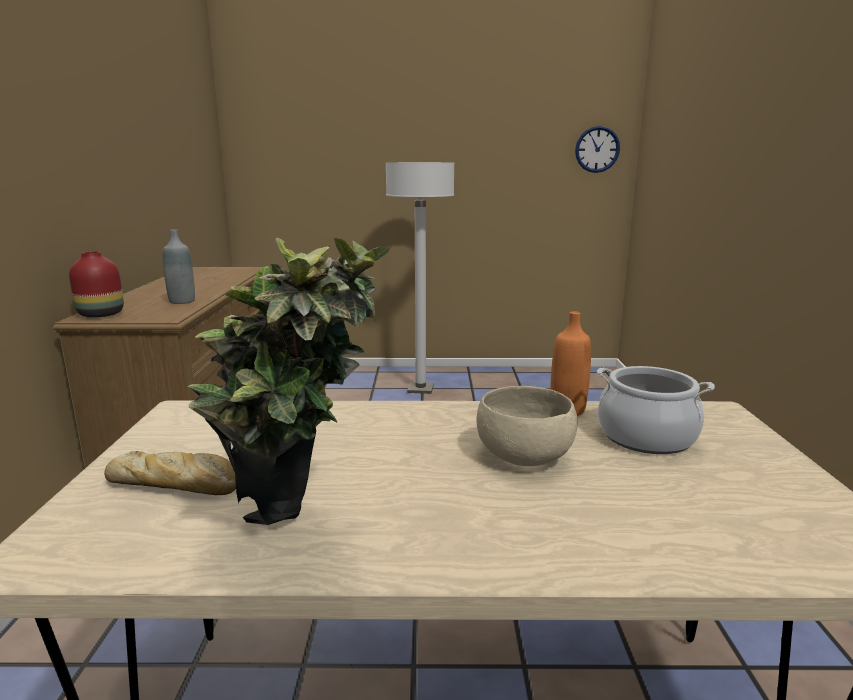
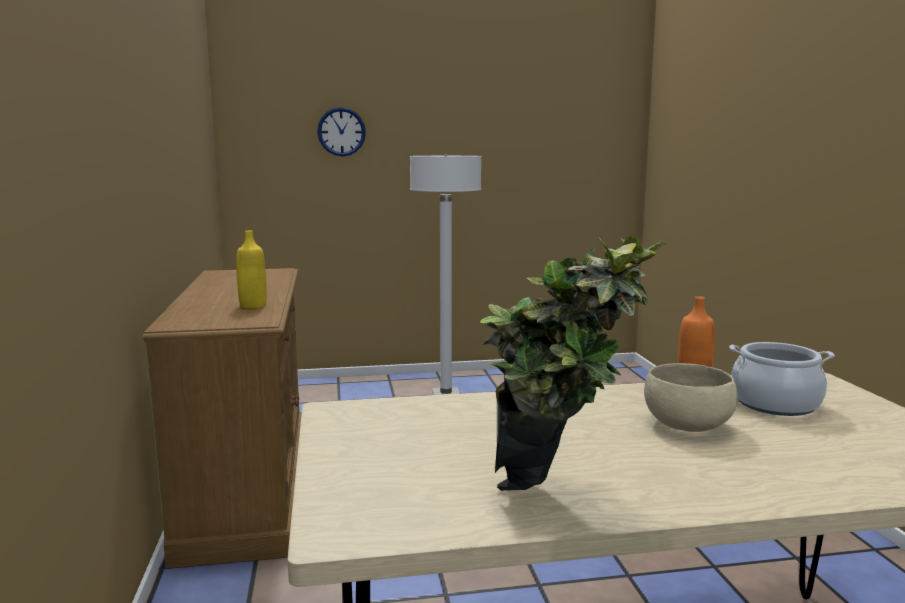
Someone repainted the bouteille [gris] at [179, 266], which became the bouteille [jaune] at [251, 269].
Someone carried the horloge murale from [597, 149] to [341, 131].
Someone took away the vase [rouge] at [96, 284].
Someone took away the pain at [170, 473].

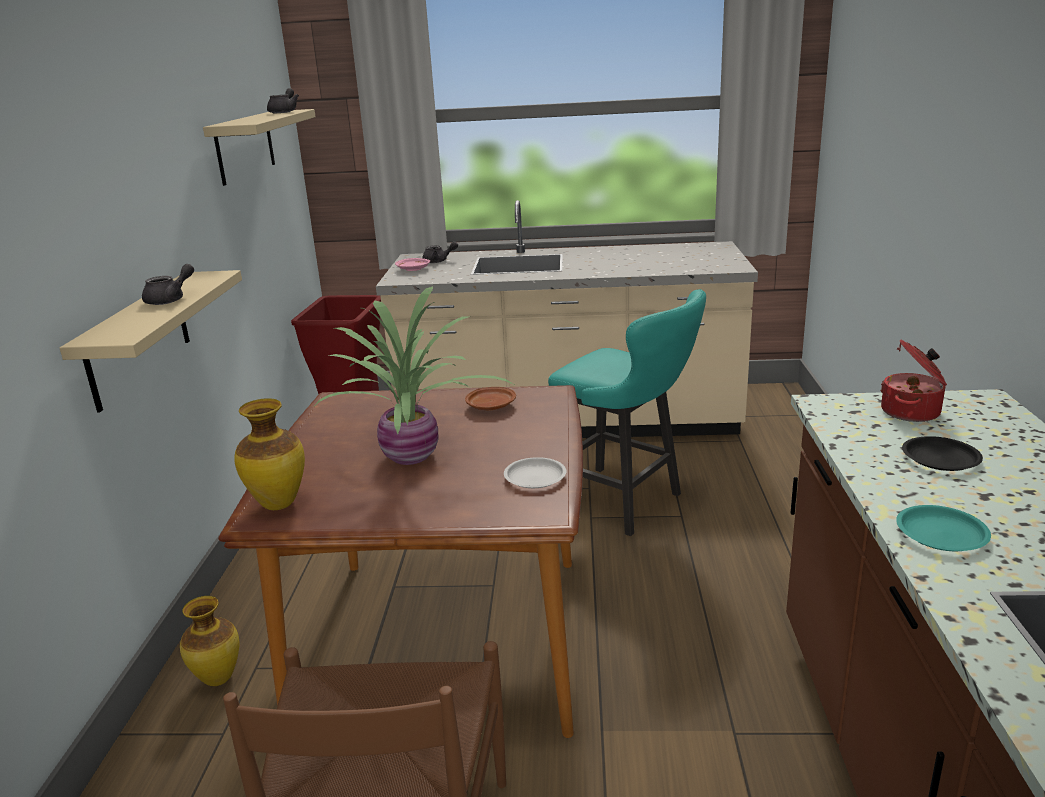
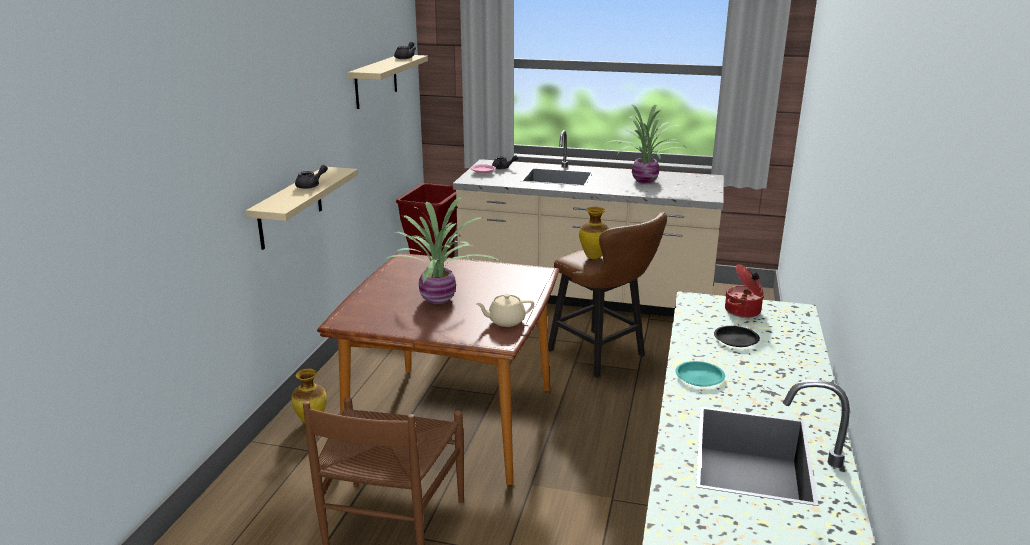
Someone swapped the assiette [blanc] at [535, 472] for the théière [beige] at [504, 310].
Someone repainted the tabouret [turquoise] at [627, 412], which became the tabouret [marron] at [607, 295].
Someone carried the vase from [269, 454] to [594, 233].
Someone put down the plante en pot at [647, 143].
Someone took away the assiette [marron] at [490, 398].

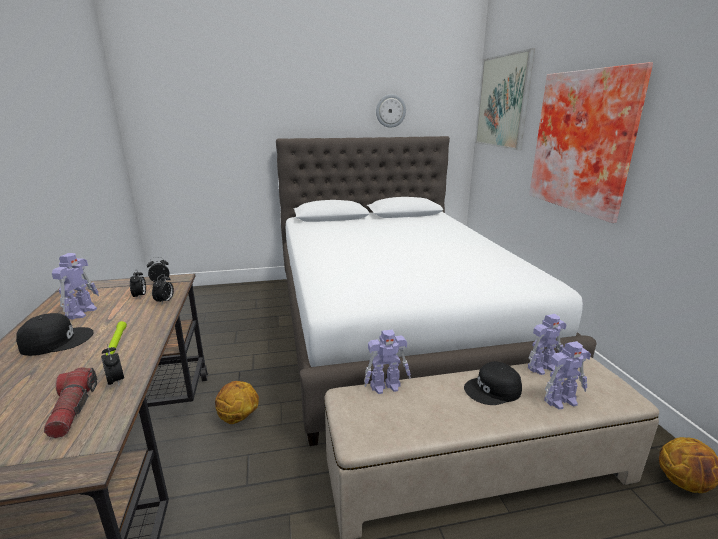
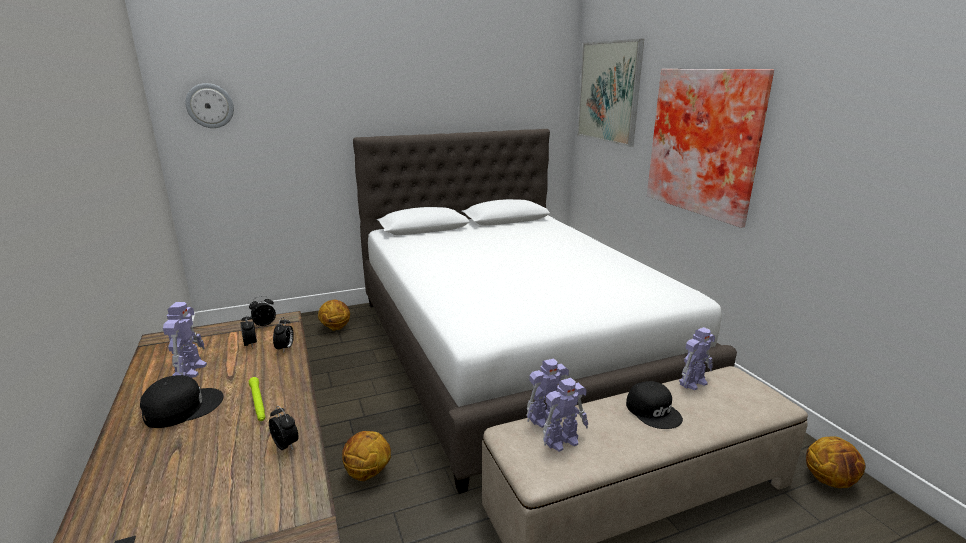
Someone carried the horloge murale from [391, 111] to [209, 105].
Someone put down the ballon de basket at [334, 315].
Someone carried the robot jouet from [567, 375] to [565, 415].
Someone rotated the casquette [noir] at [493, 383] by 90 degrees counterclockwise.
Someone took away the lampe de poche at [70, 402].

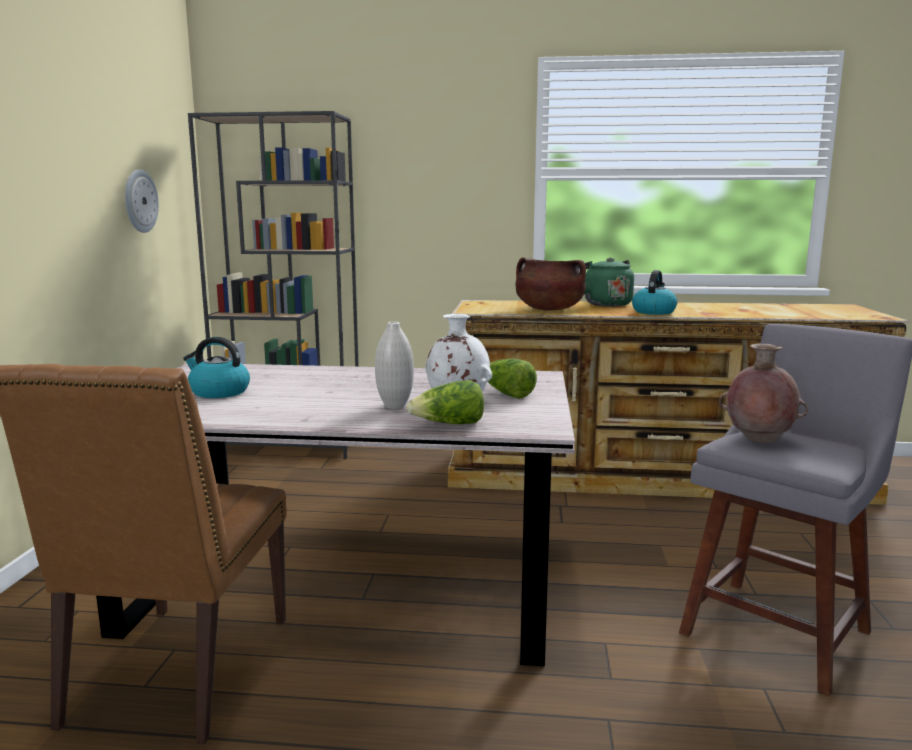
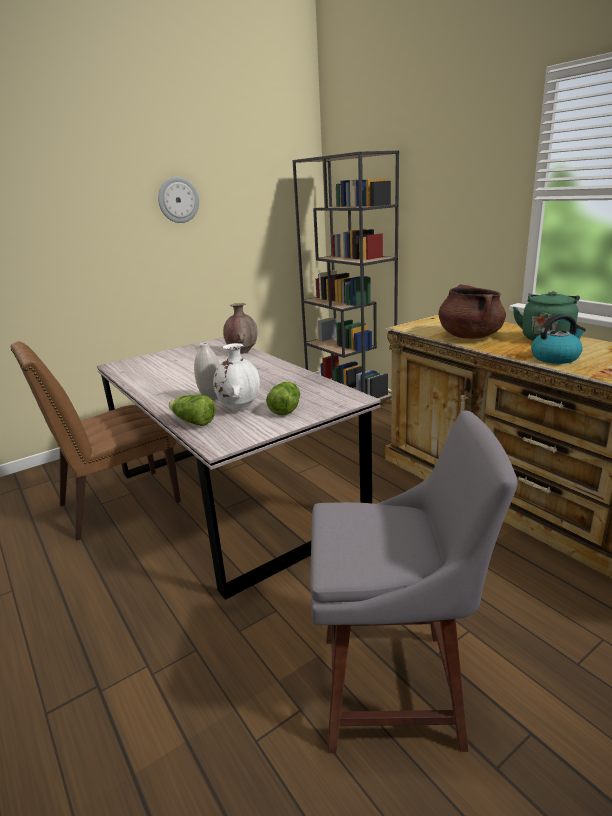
Someone carried the horloge murale from [142, 201] to [178, 200].
Someone carried the vase [marron] from [763, 393] to [240, 328].
Someone took away the bouilloire at [216, 367].

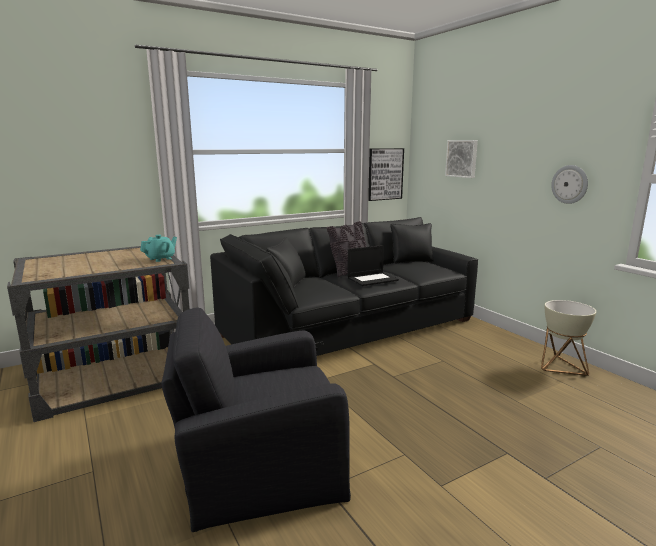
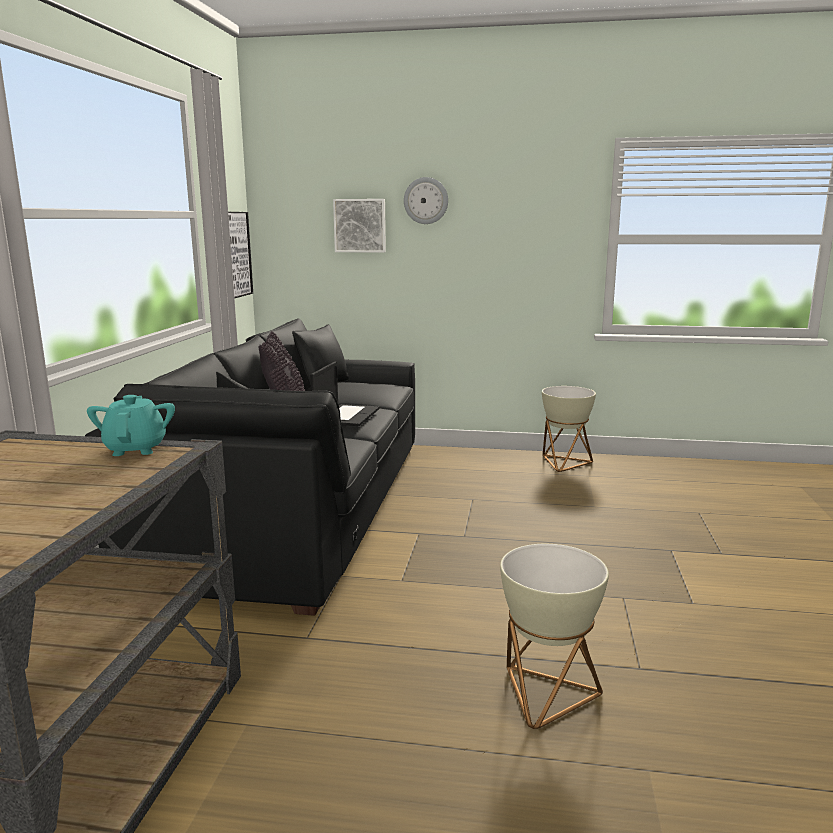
Someone carried the horloge murale from [569, 184] to [426, 200].
Someone swapped the fauteuil [noir] at [256, 420] for the cache-pot at [554, 636].

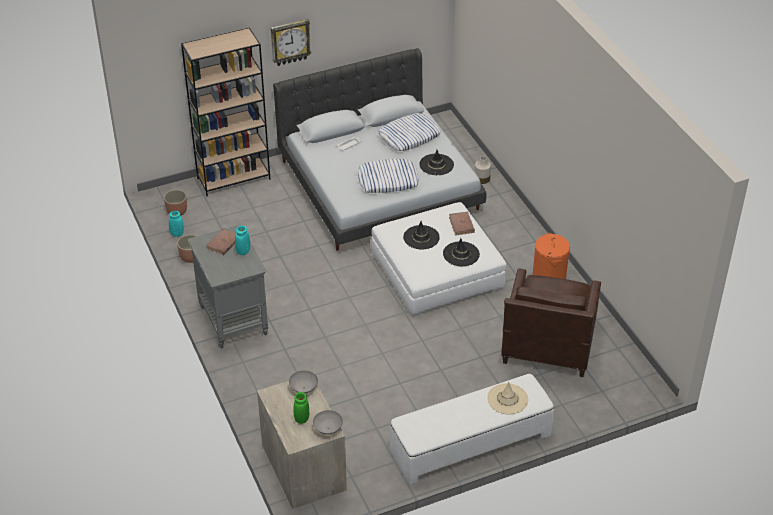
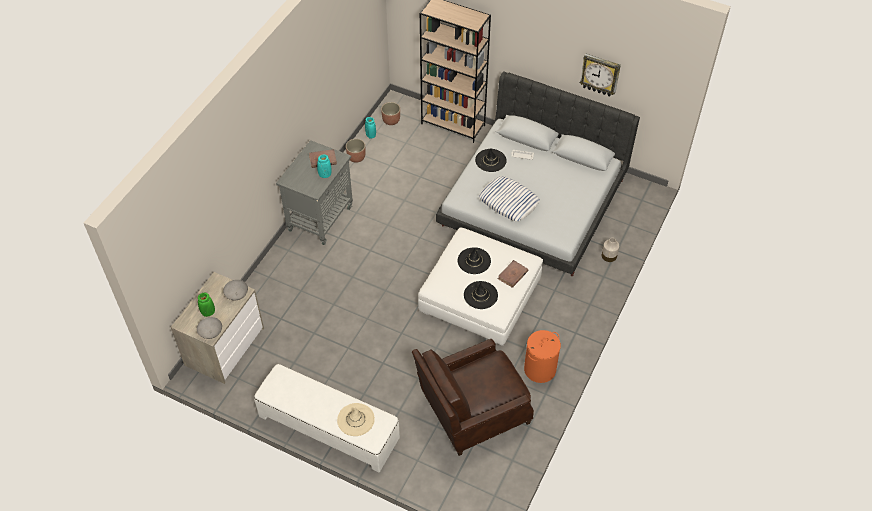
Someone carried the chapeau [noir] from [437, 162] to [491, 160].
Someone carried the horloge murale from [291, 42] to [600, 75].
Someone took away the coussin at [409, 132].

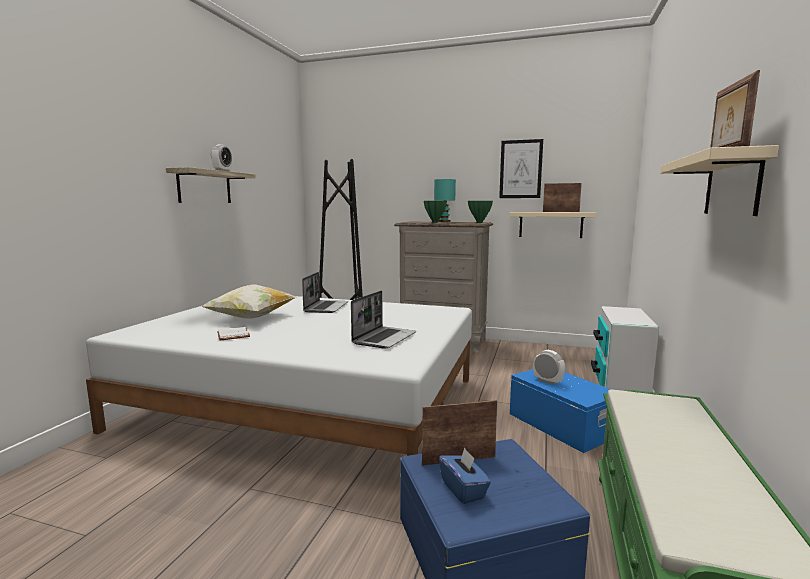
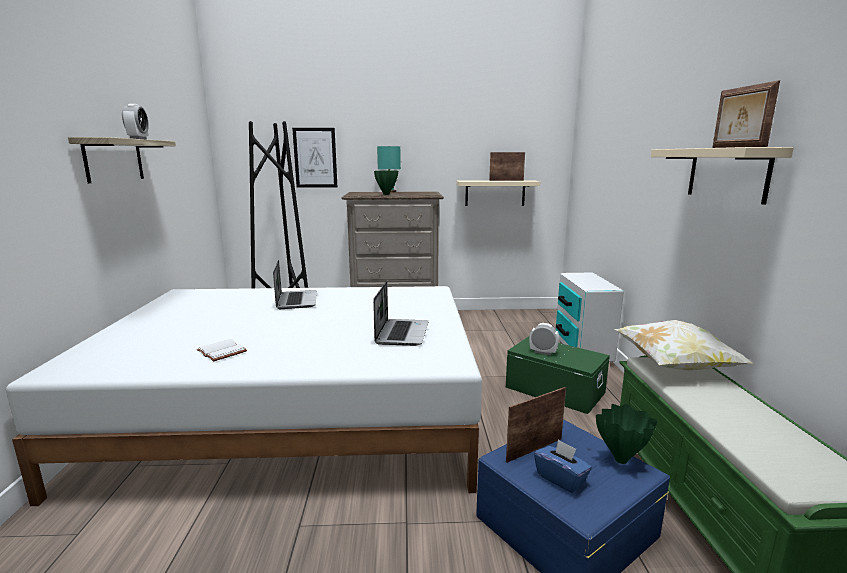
Someone carried the tableau from [521, 168] to [314, 158].
Someone repainted the boîte de rangement [bleu] at [560, 411], which became the boîte de rangement [vert] at [558, 375].
Someone carried the vase [vert] from [480, 212] to [627, 434].
Someone carried the coussin from [248, 302] to [684, 345].

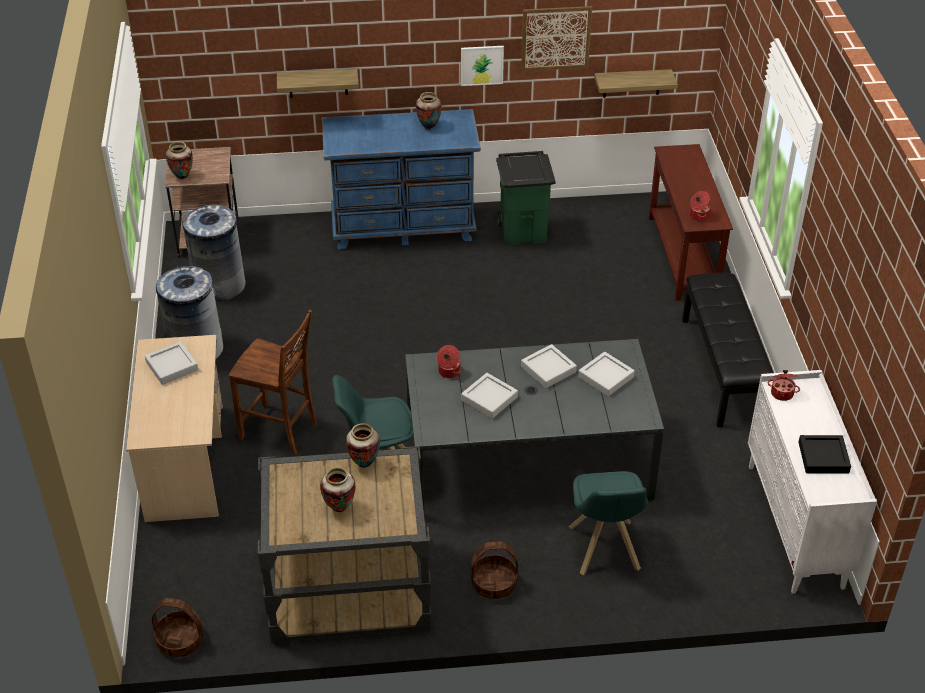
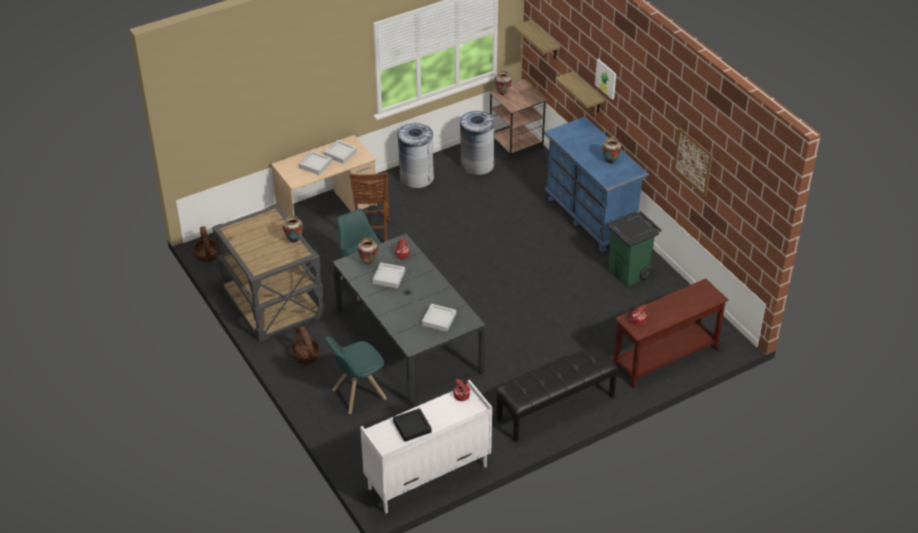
Someone carried the plateau [gris] from [549, 366] to [315, 163].
Someone carried the vase from [337, 489] to [368, 251].
Someone carried the étagère from [636, 83] to [537, 39].
Someone carried the tableau from [482, 66] to [605, 79].

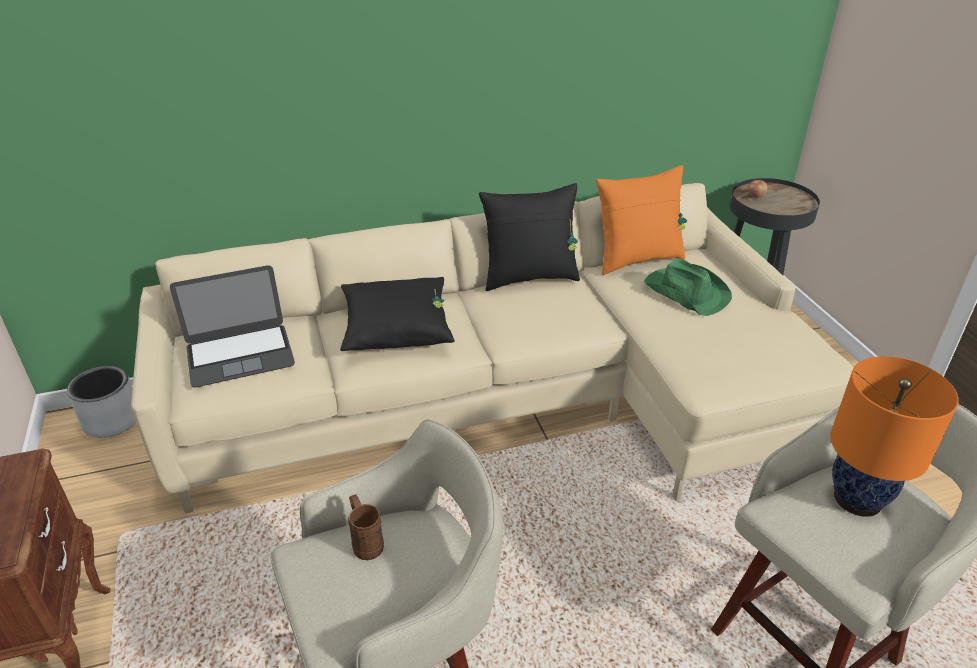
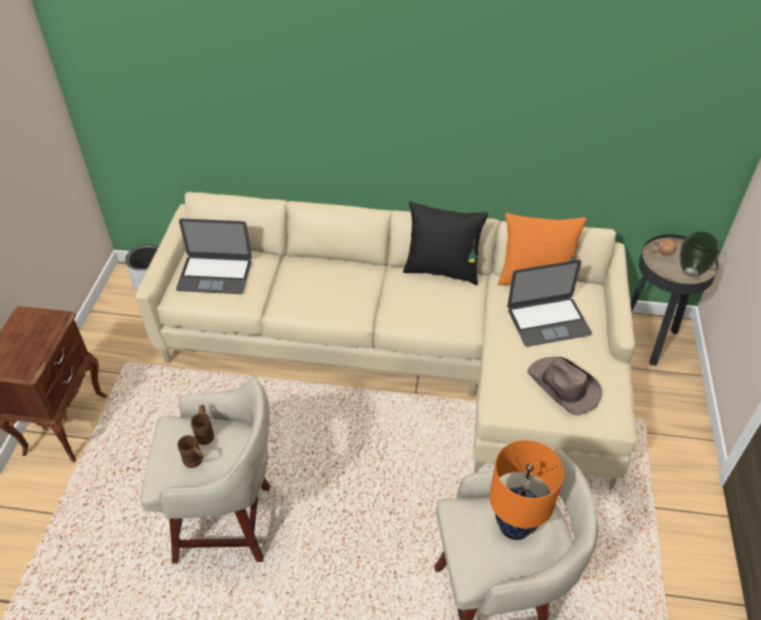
Someone put down the mug [marron] at [191, 451].
Someone swapped the chapeau [vert] at [688, 287] for the ordinateur portable at [549, 303].
Someone put down the chapeau [marron] at [564, 386].
Someone put down the vase at [699, 254].
Someone took away the coussin [noir] at [397, 314].

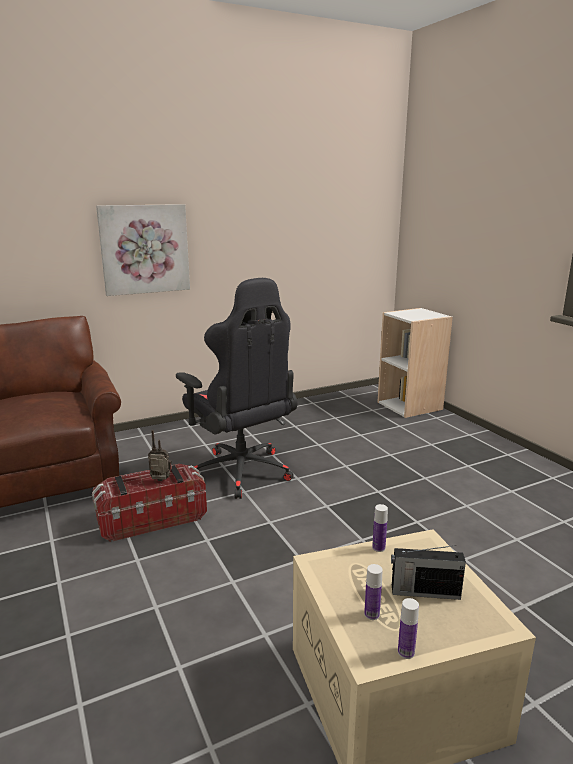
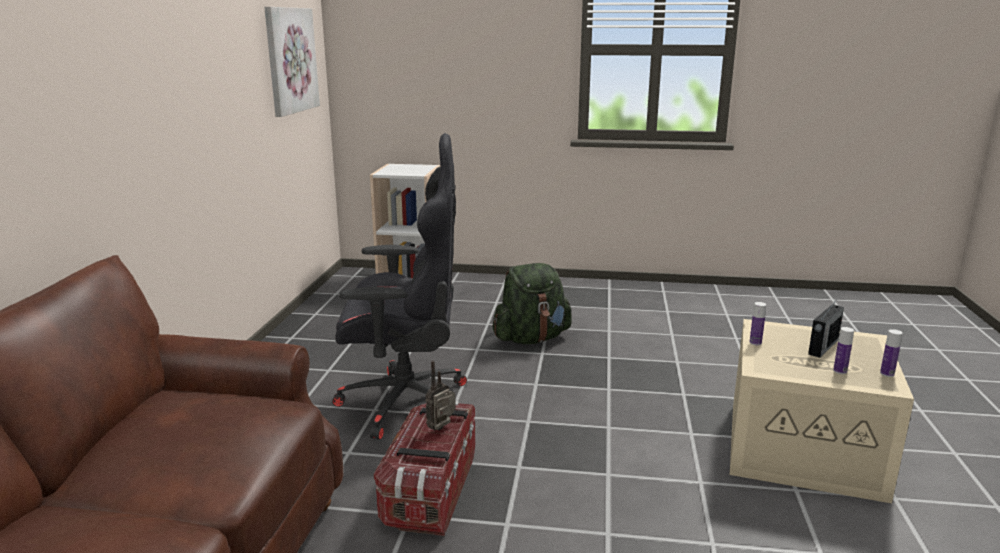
Someone carried the tableau from [143, 250] to [292, 62].
Someone put down the sac à dos [vert] at [532, 303].

